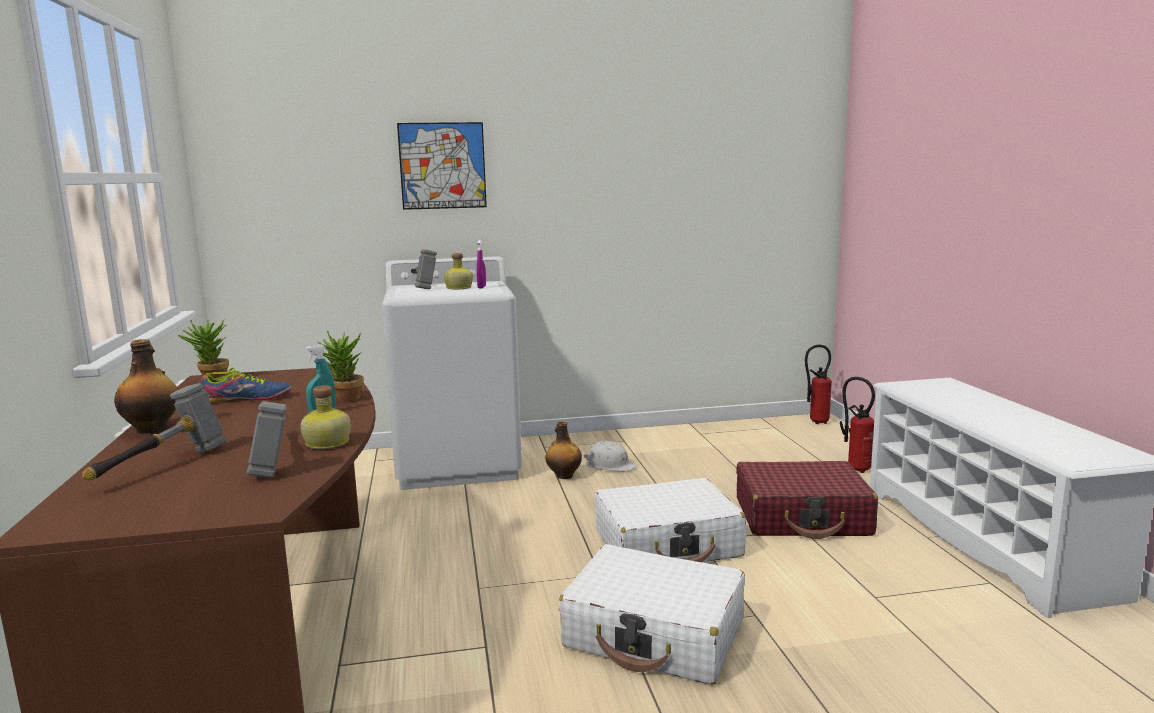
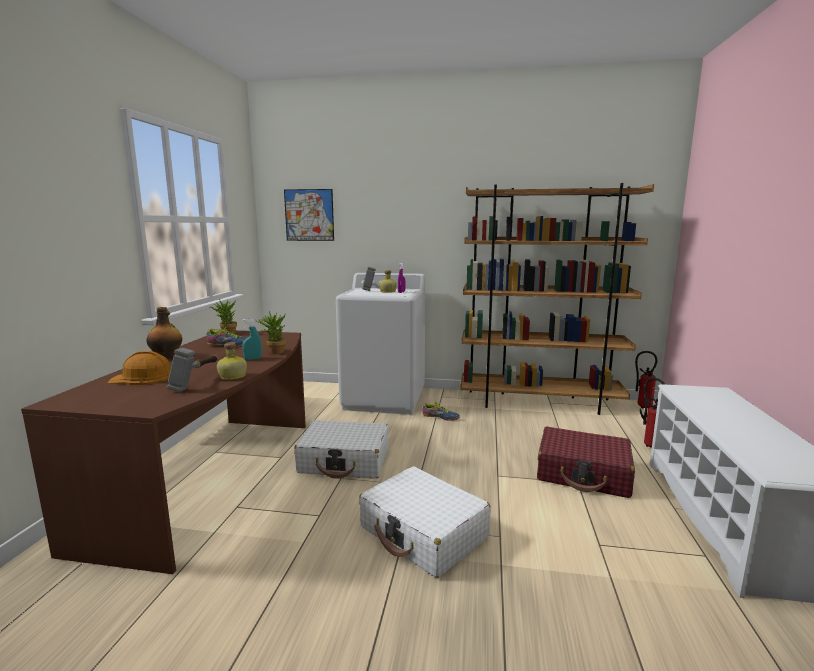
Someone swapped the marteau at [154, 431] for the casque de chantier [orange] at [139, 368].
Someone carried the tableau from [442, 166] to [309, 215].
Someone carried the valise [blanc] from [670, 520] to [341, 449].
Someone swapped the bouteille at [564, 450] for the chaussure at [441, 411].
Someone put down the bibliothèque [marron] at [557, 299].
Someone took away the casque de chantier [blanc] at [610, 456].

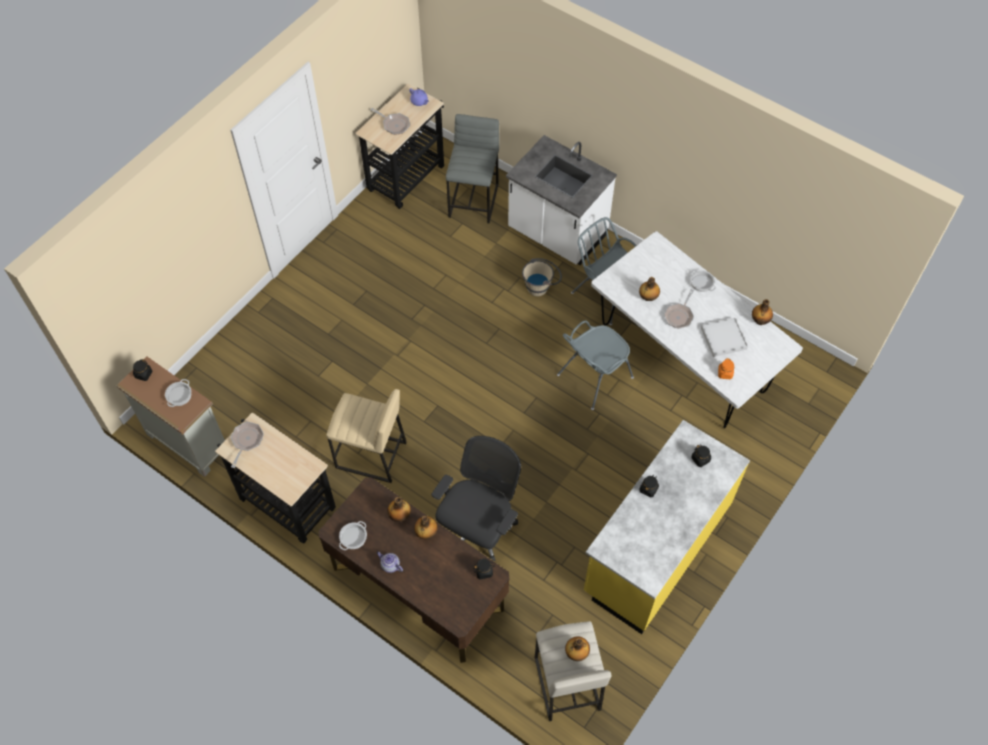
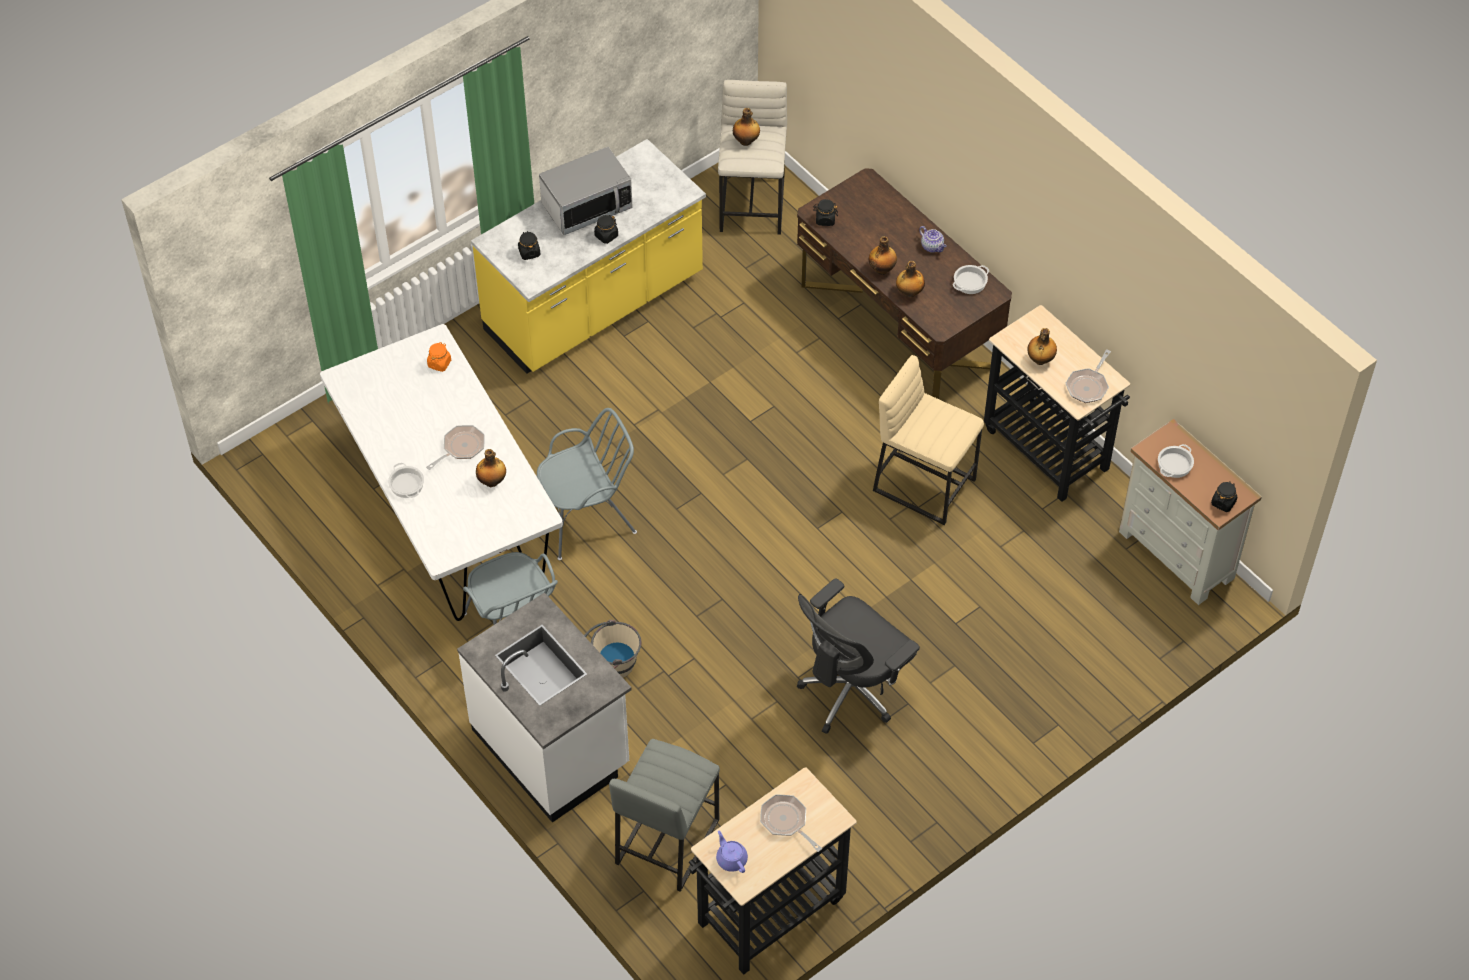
Someone put down the micro-ondes at [586, 191].
Someone carried the chaise de bureau from [476, 498] to [858, 656].
Someone carried the bouteille from [762, 312] to [1042, 346].
Someone took away the plateau [blanc] at [724, 337].

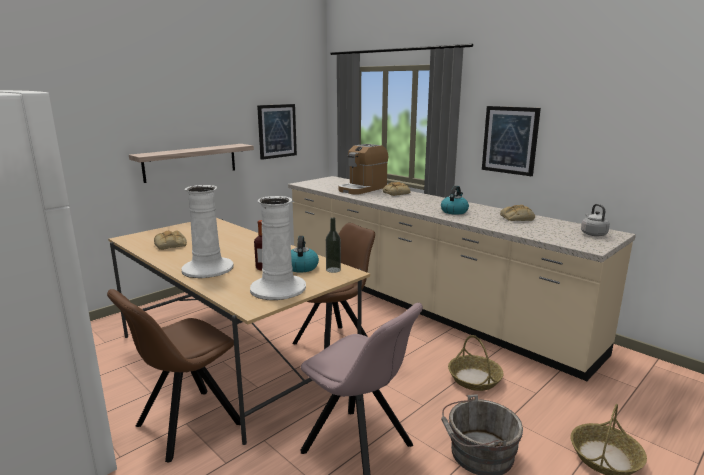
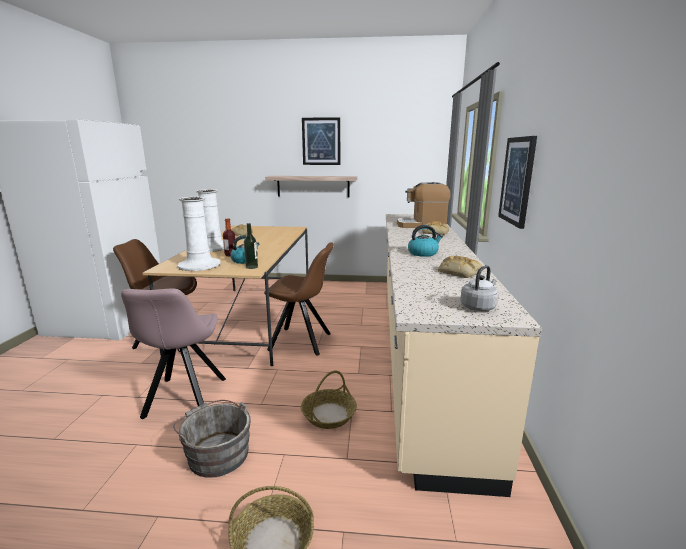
Someone carried the tableau from [277, 132] to [321, 141].

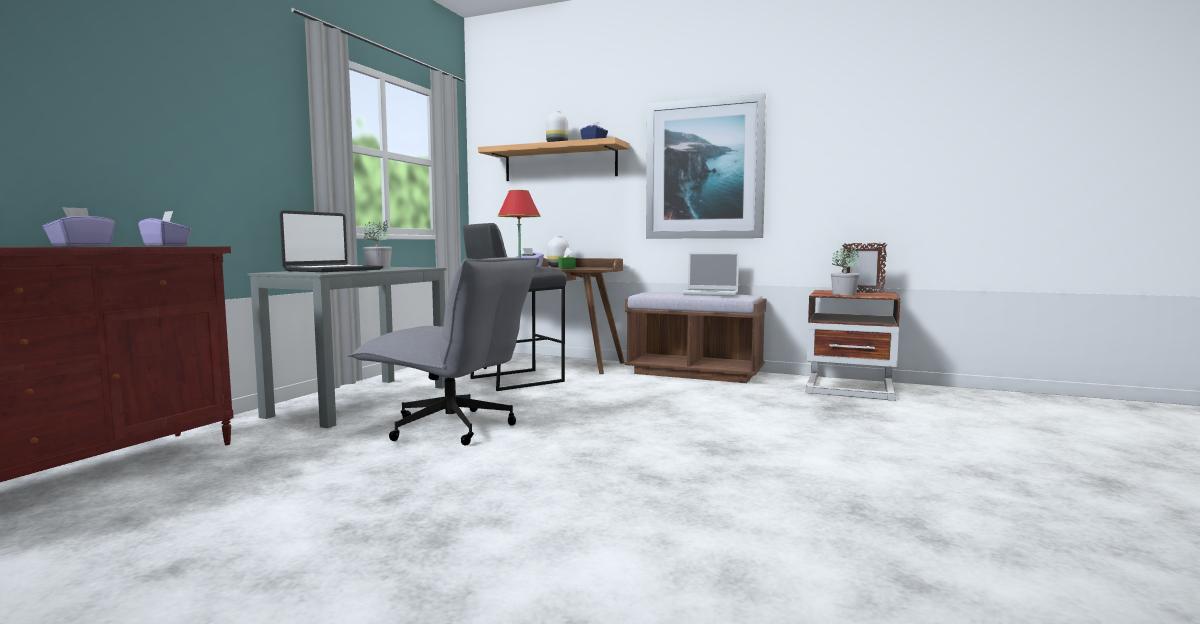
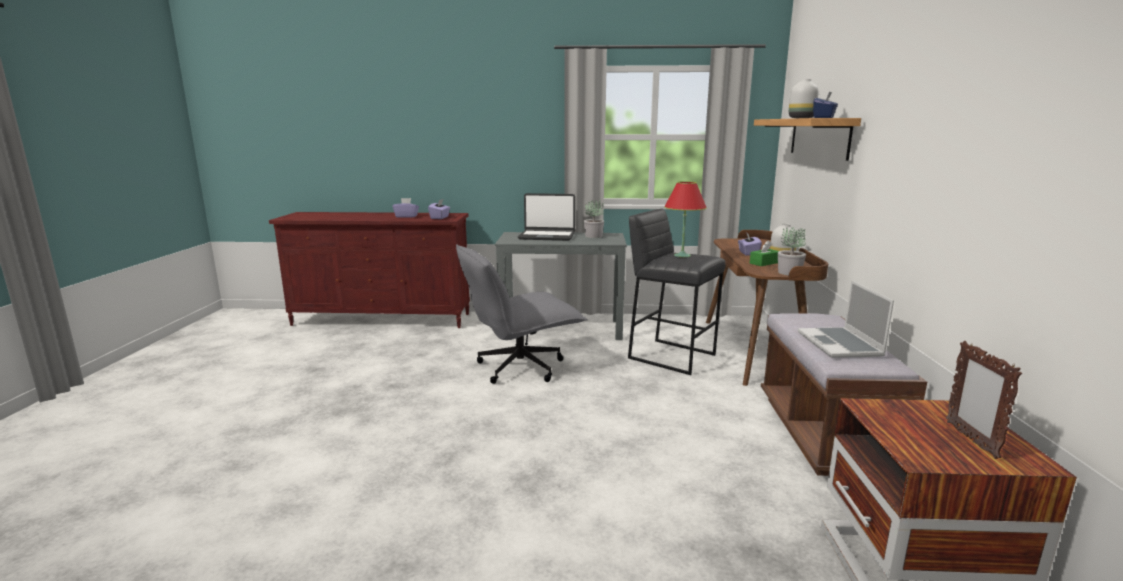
Someone rotated the chaise de bureau [gris] at [443, 351] by 60 degrees clockwise.
Someone carried the plante en pot from [845, 270] to [792, 251].
Someone took away the tableau at [706, 165].

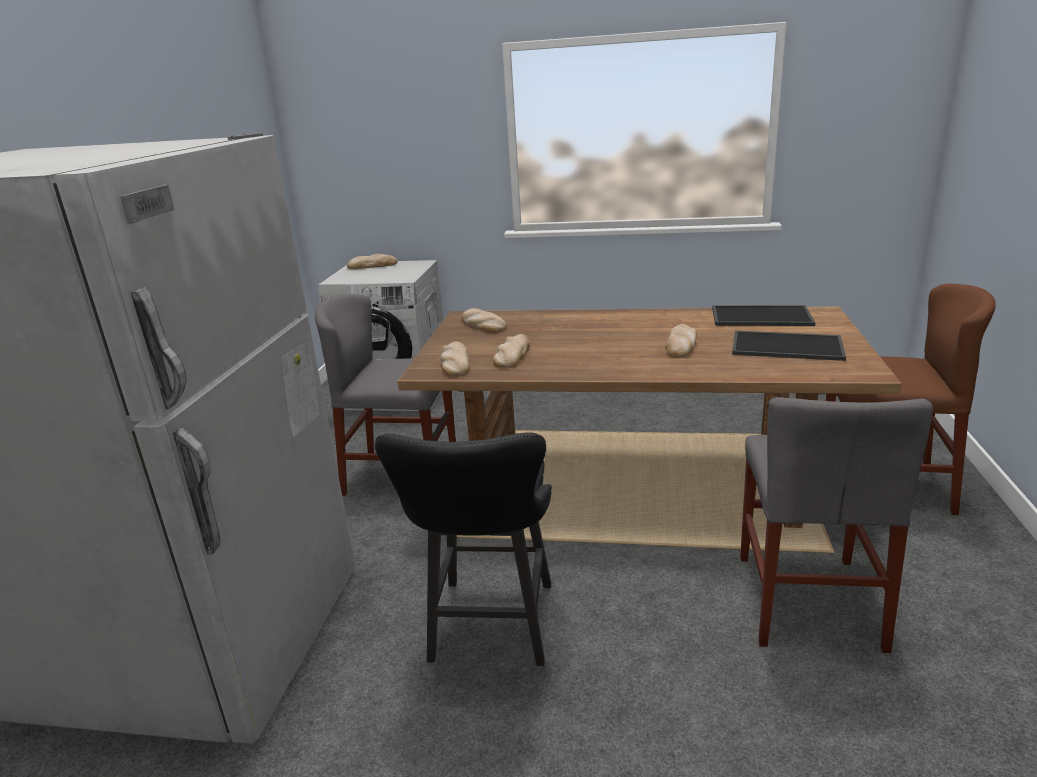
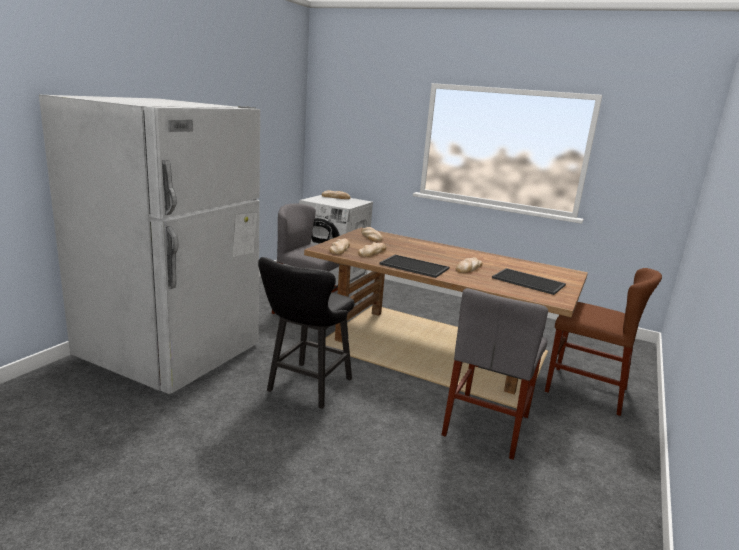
Someone carried the plateau from [763, 315] to [414, 266].

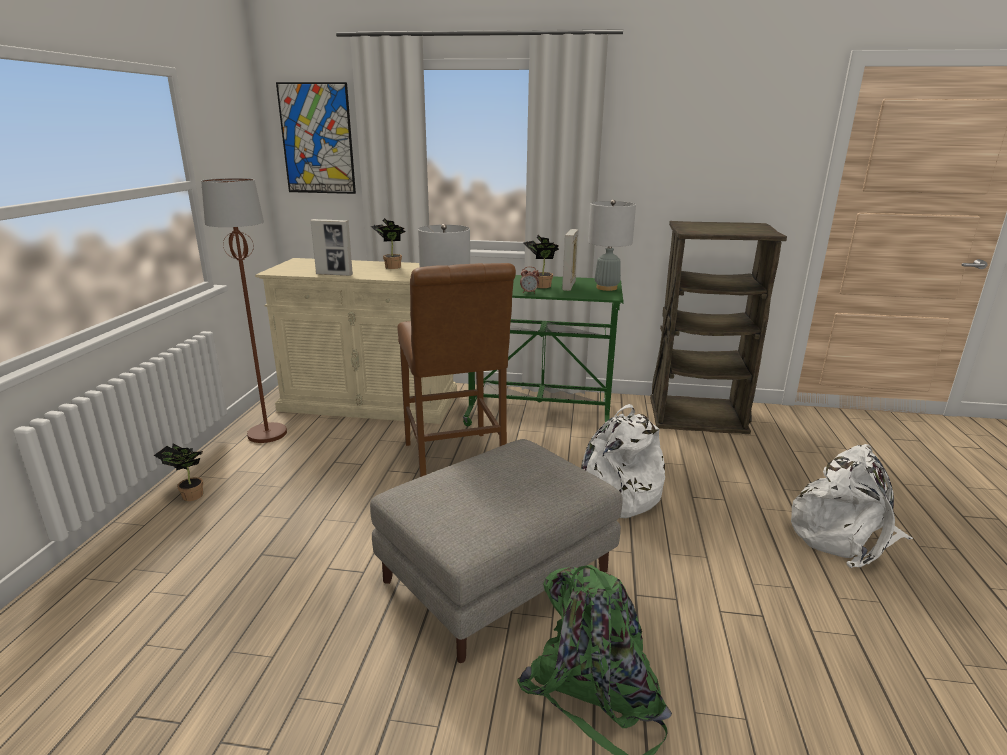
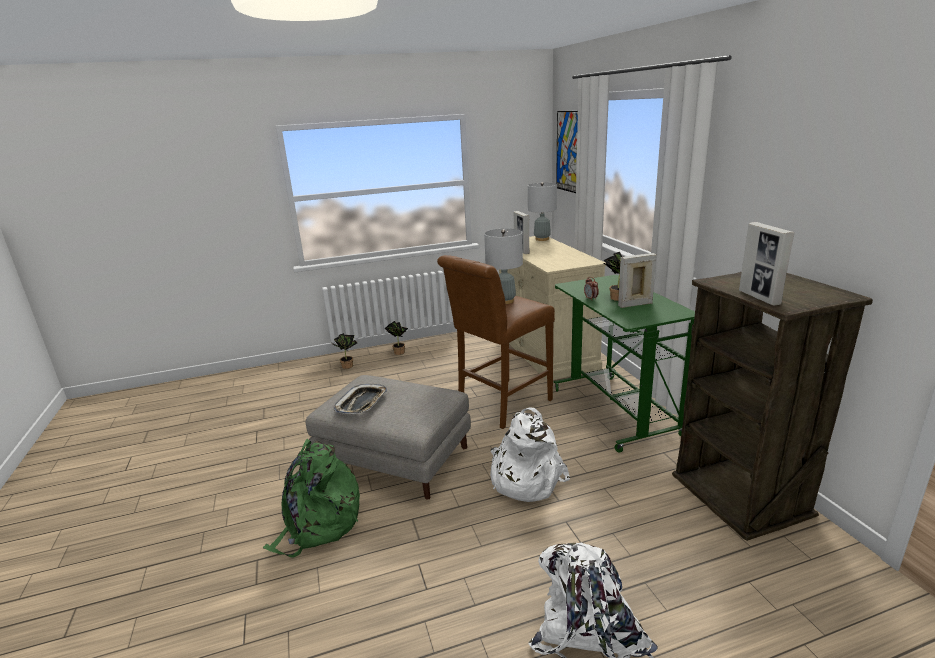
Someone carried the plante en pot from [388, 243] to [344, 351].
Someone put down the plateau at [360, 399].
Someone carried the lampe de table [gris] from [612, 245] to [542, 211].
Someone put down the cadre photo at [767, 264].
Someone took away the lampadaire [marron] at [244, 310].

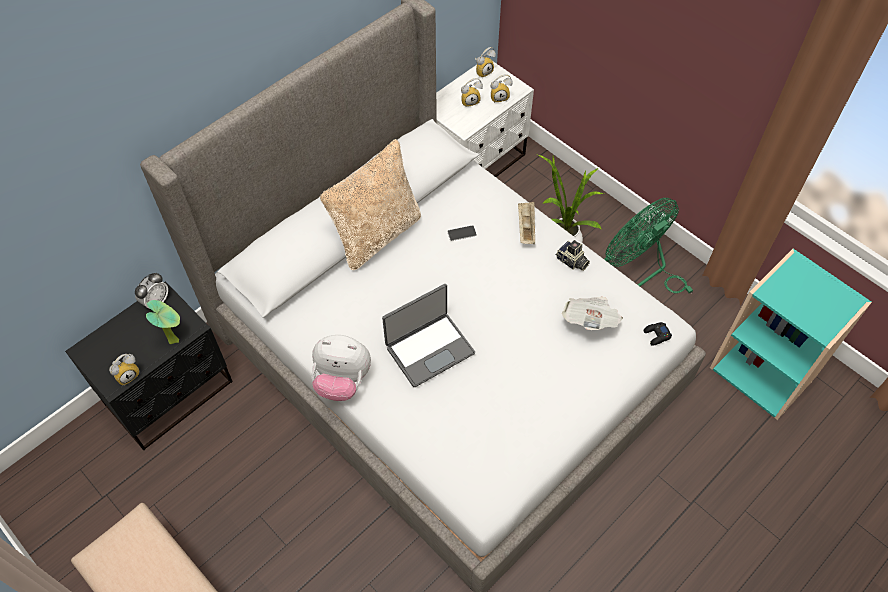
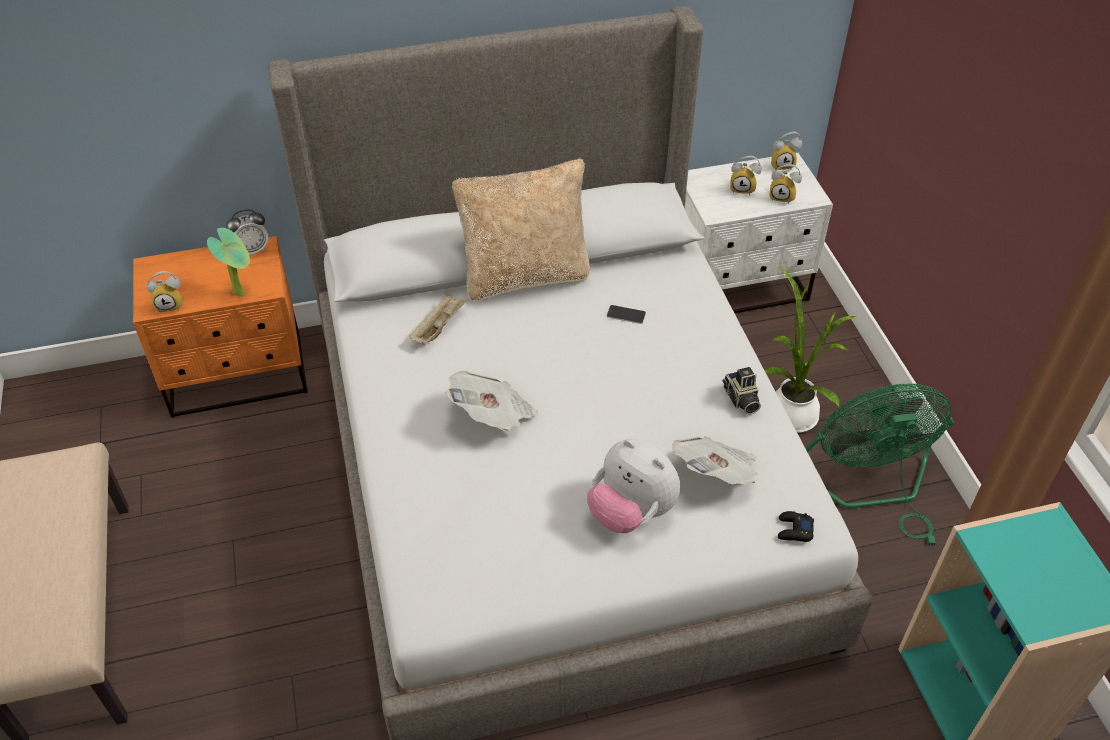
Someone repainted the table de chevet [noir] at [148, 365], which became the table de chevet [orange] at [220, 327].
Someone carried the plateau [beige] from [526, 223] to [438, 320].
Someone swapped the ordinateur portable at [428, 335] for the journal at [491, 401].
Someone carried the peluche from [341, 368] to [633, 486].

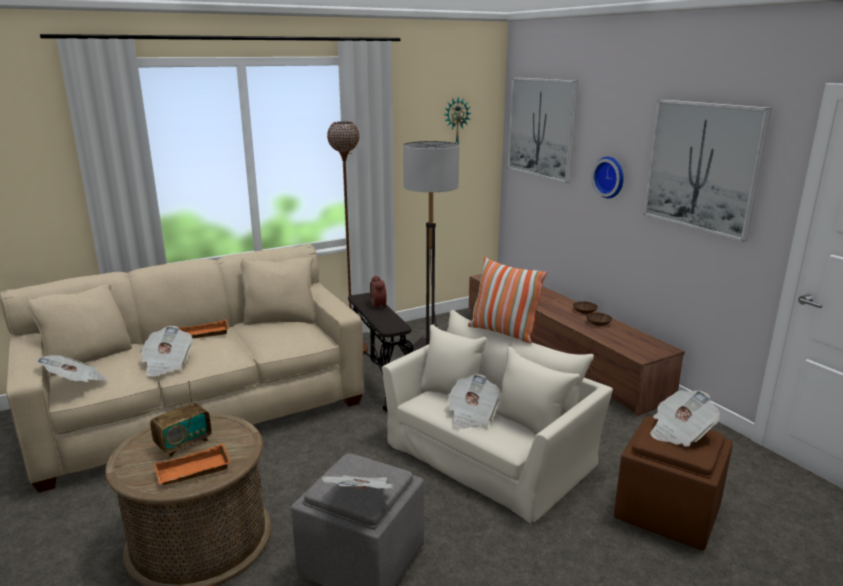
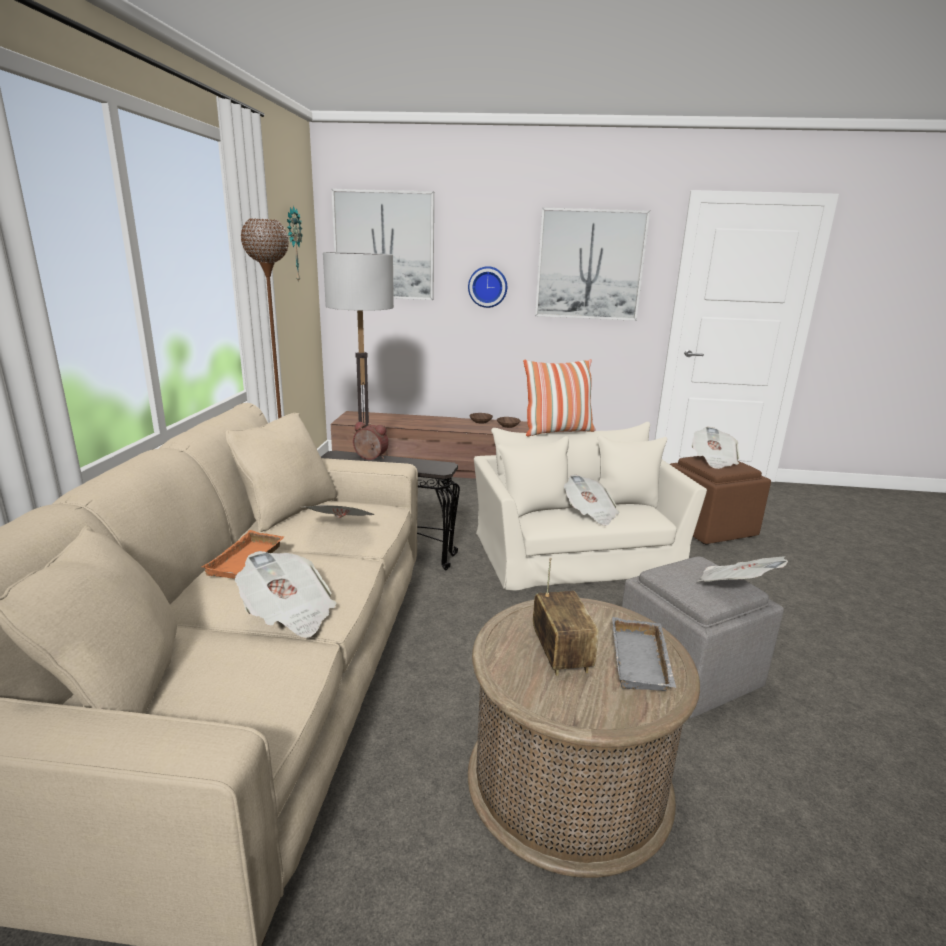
Someone carried the journal from [71, 368] to [340, 511].
Someone repainted the plateau [orange] at [192, 464], which became the plateau [gris] at [644, 654].

